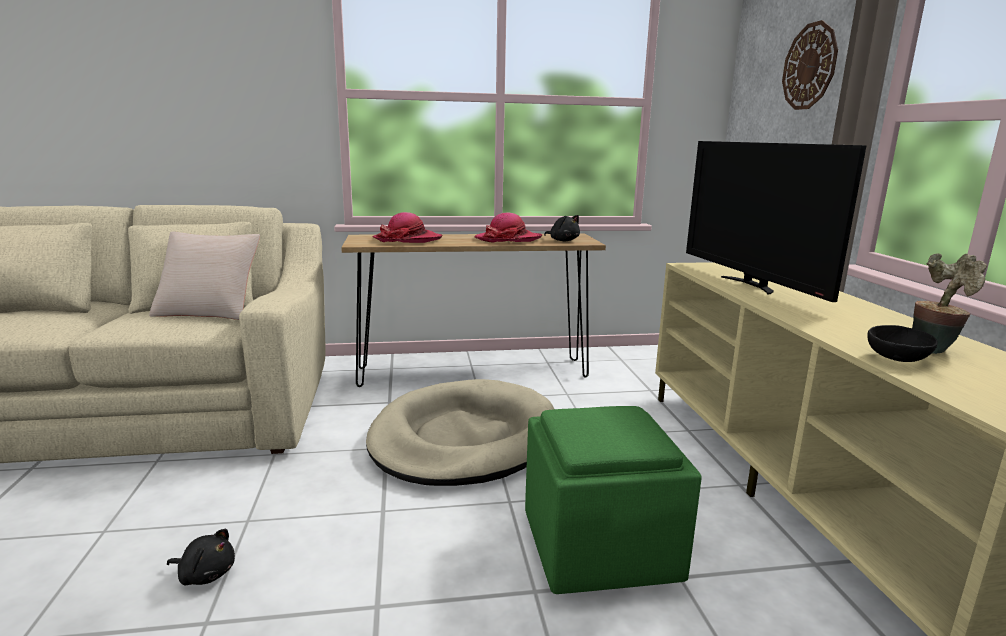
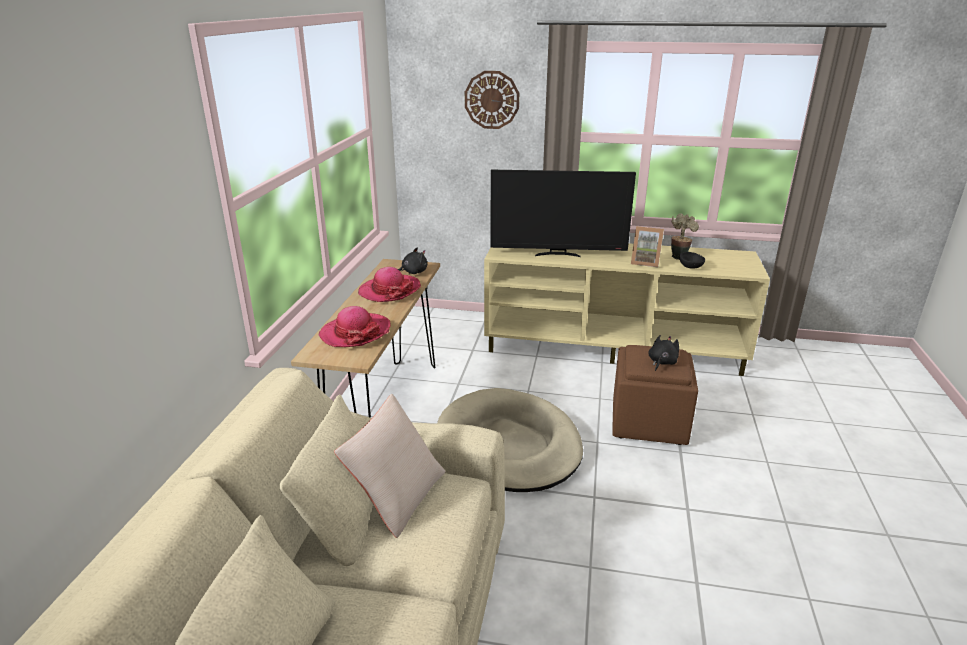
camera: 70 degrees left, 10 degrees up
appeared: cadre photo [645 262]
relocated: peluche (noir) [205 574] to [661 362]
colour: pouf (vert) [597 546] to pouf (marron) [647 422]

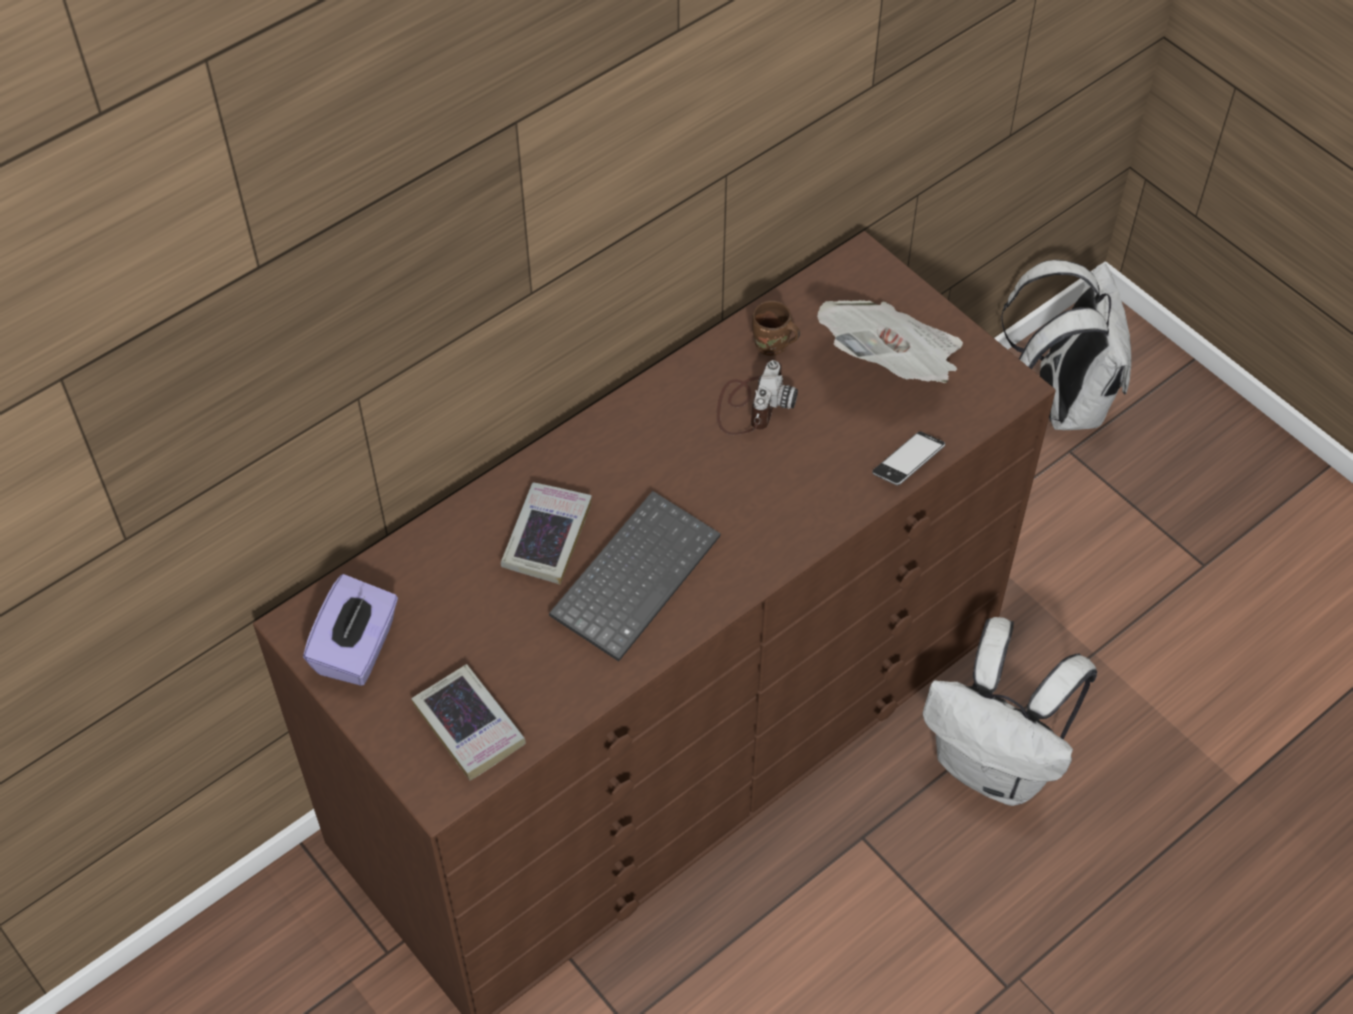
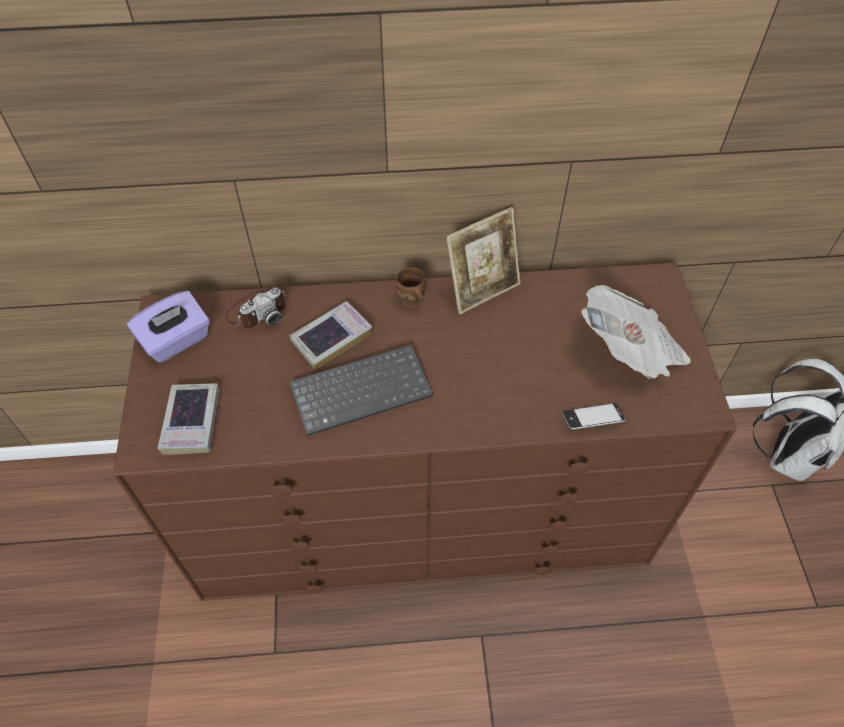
camera: 35 degrees right, 0 degrees up
missing: sac à dos (blanc) [995 766]
appeared: cadre photo [482 290]
relocated: mug (marron) [772 346] to [411 301]; appareil photo [751 405] to [257 311]

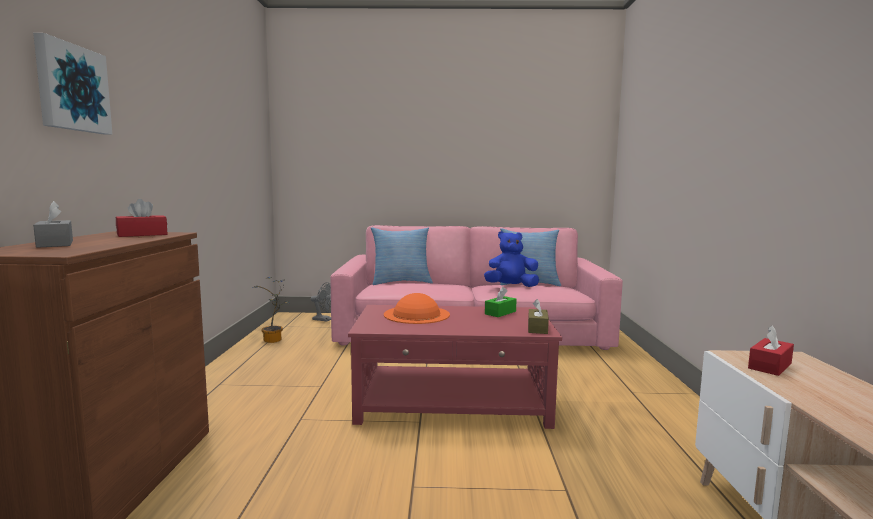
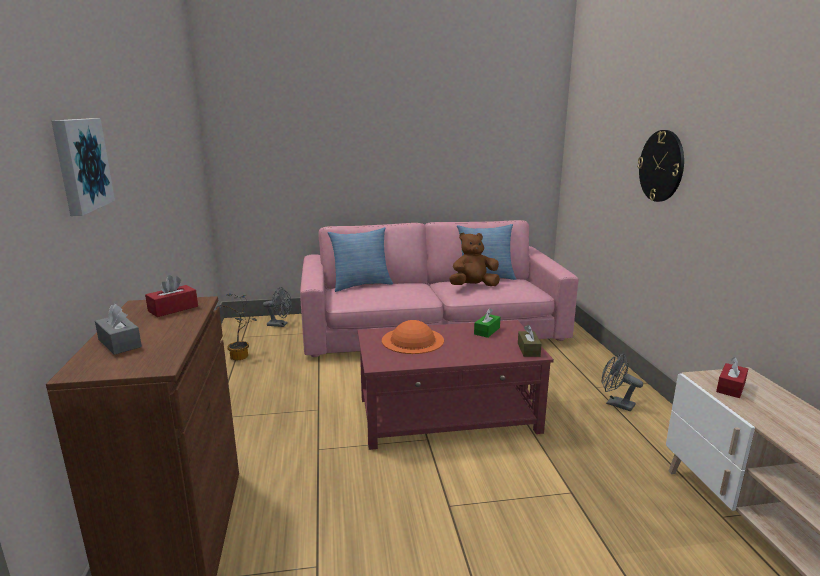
camera: 10 degrees left, 10 degrees up
appeared: horloge murale [661 166]; ventilateur (gris) [615 404]
colour: peluche (bleu) [511 286] to peluche (marron) [473 286]

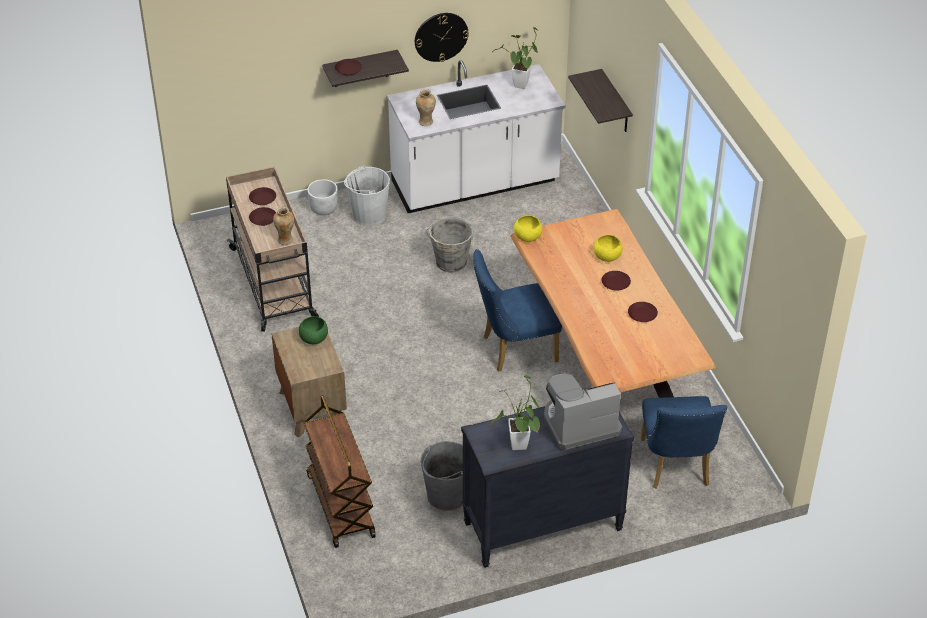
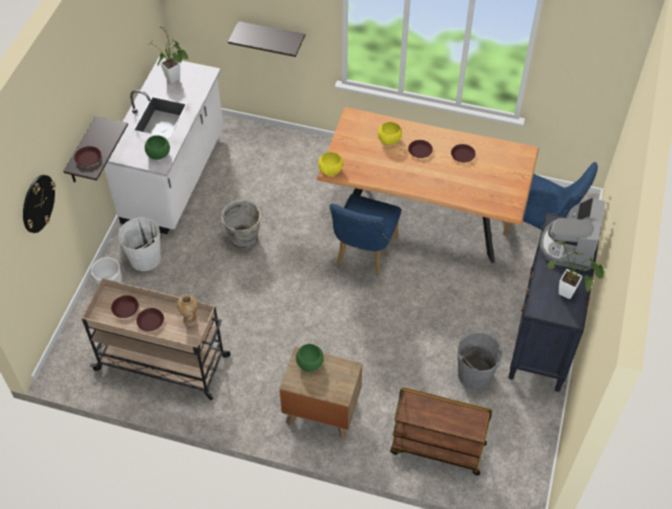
camera: 55 degrees left, 10 degrees up
relocated: horloge murale [441 36] to [38 203]
exchanged: vase [426 122] to bol (vert) [158 154]

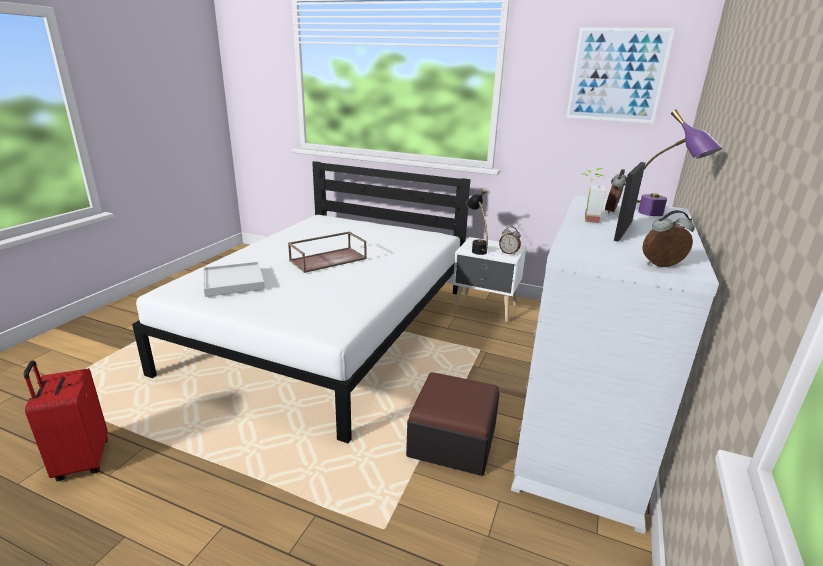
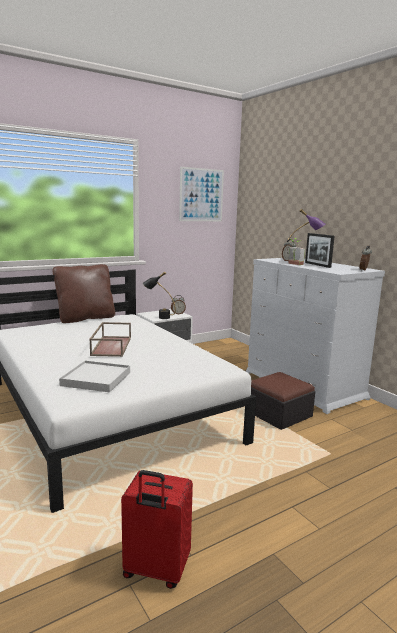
camera: 55 degrees left, 10 degrees down
appeared: coussin (marron) [85 318]

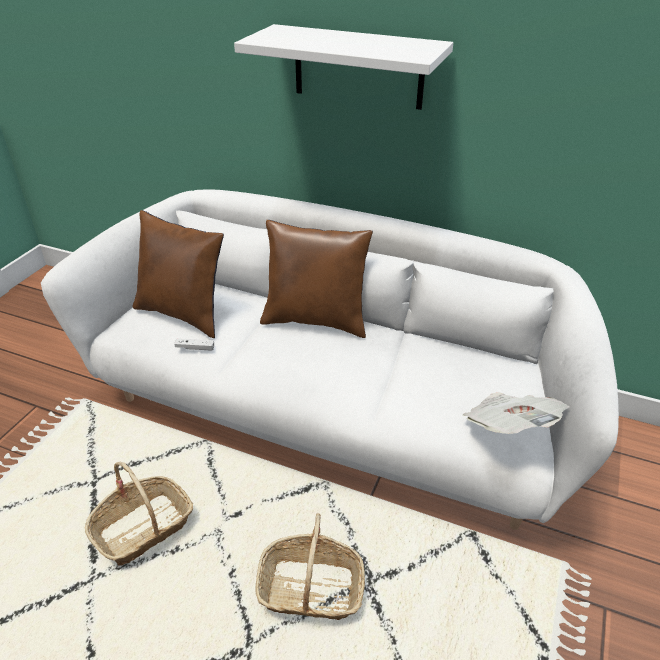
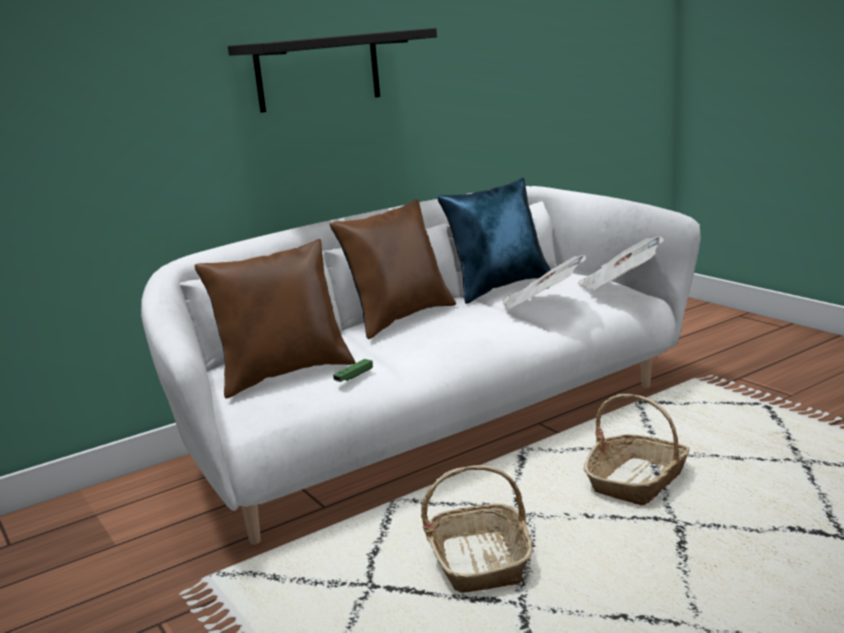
camera: 55 degrees left, 20 degrees down
appeared: coussin (bleu) [499 287]; journal [541 305]
colour: étagère (blanc) [358 67] to étagère (noir) [318 71]; manette (blanc) [195 348] to manette (vert) [354 376]

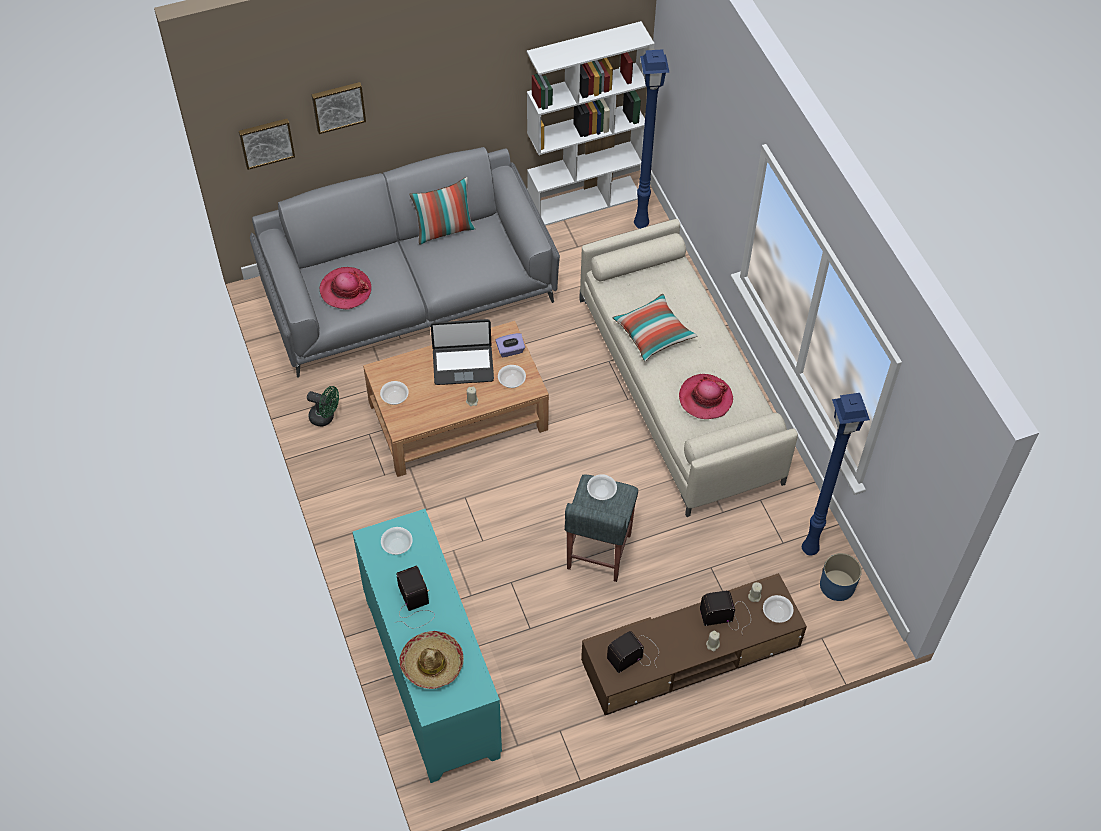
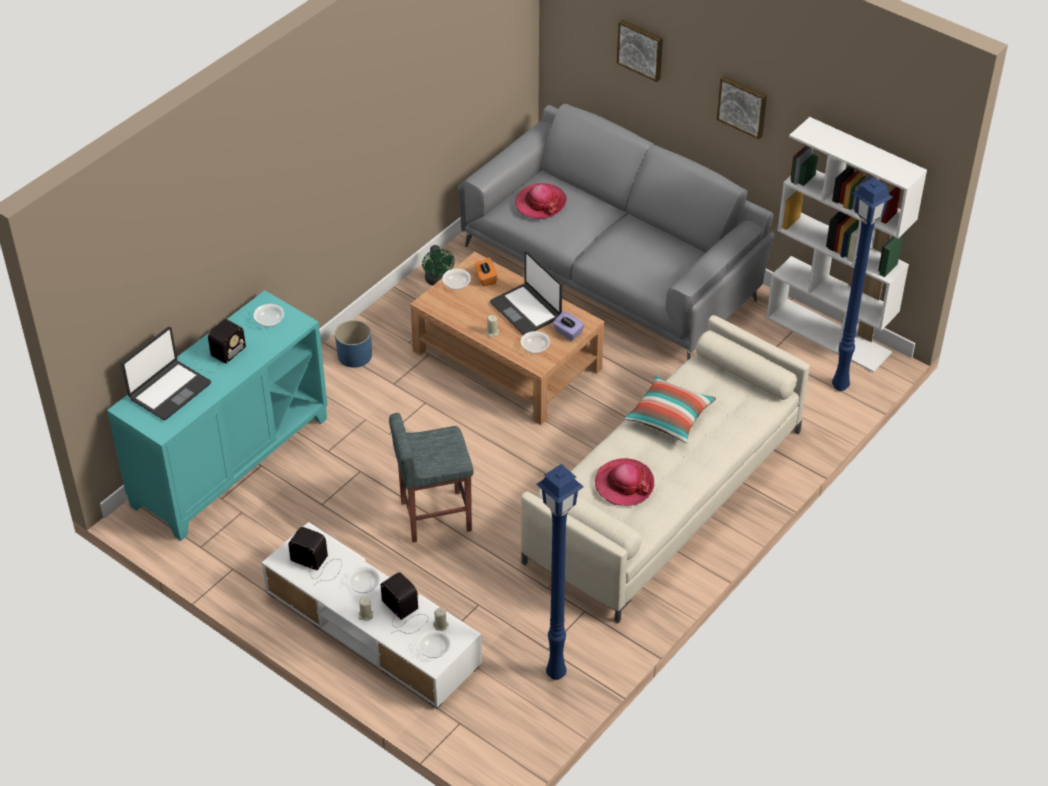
camera: 60 degrees right, 10 degrees down
missing: coussin [444 230]
appeared: boîte à mouchoirs (orange) [485 278]
relocated: tableau [266 142] to [743 106]; bol [601 491] to [364 585]; cache-pot (bleu) [837 585] to [355 355]
exchanged: chapeau [432 664] to ordinateur portable [169 391]
colour: meuble télé (marron) [690 654] to meuble télé (blanc) [372 628]

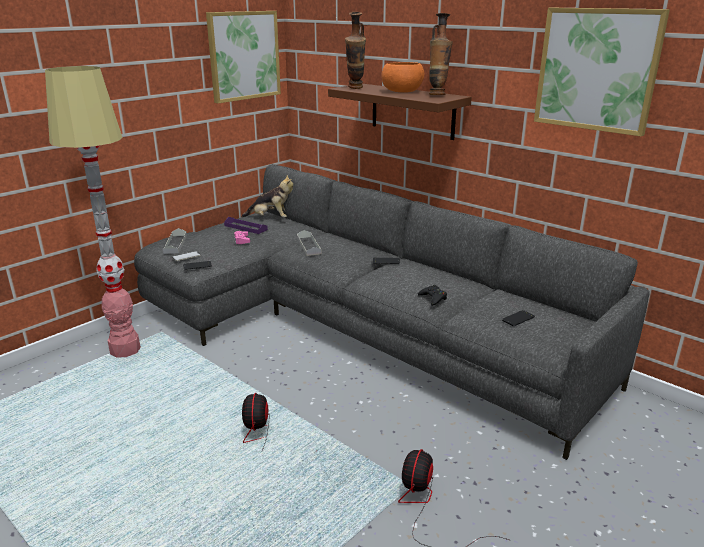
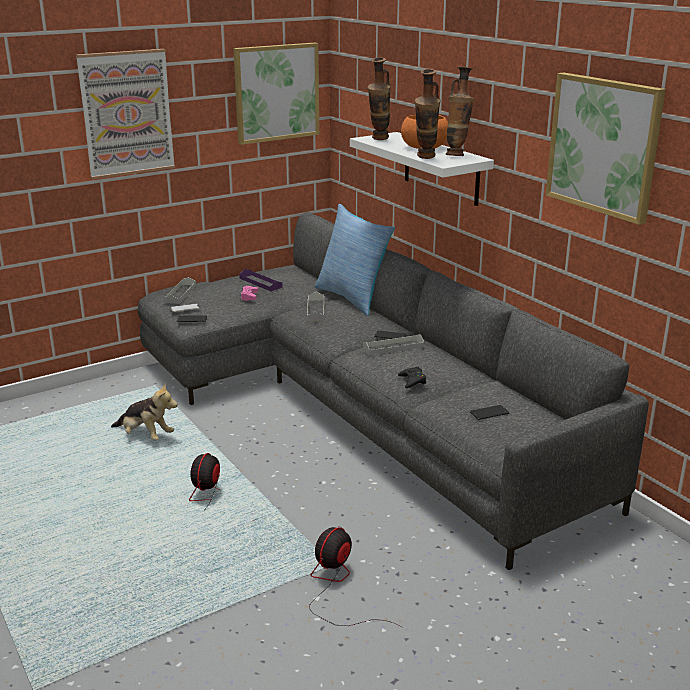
camera: 15 degrees right, 0 degrees up
missing: lampadaire [125 350]
appeared: tableau [127 113]; vase [425 158]; coussin [353 298]; plateau (gris) [393 347]
relocated: peluche [271 219] to [145 436]
colour: étagère (marron) [412 111] to étagère (blanc) [441 168]

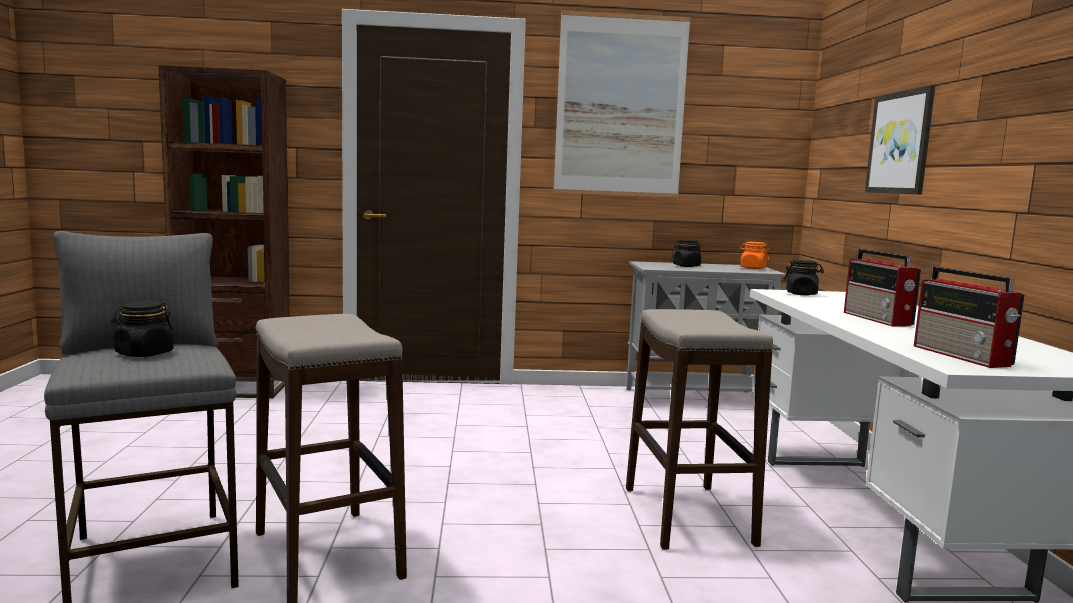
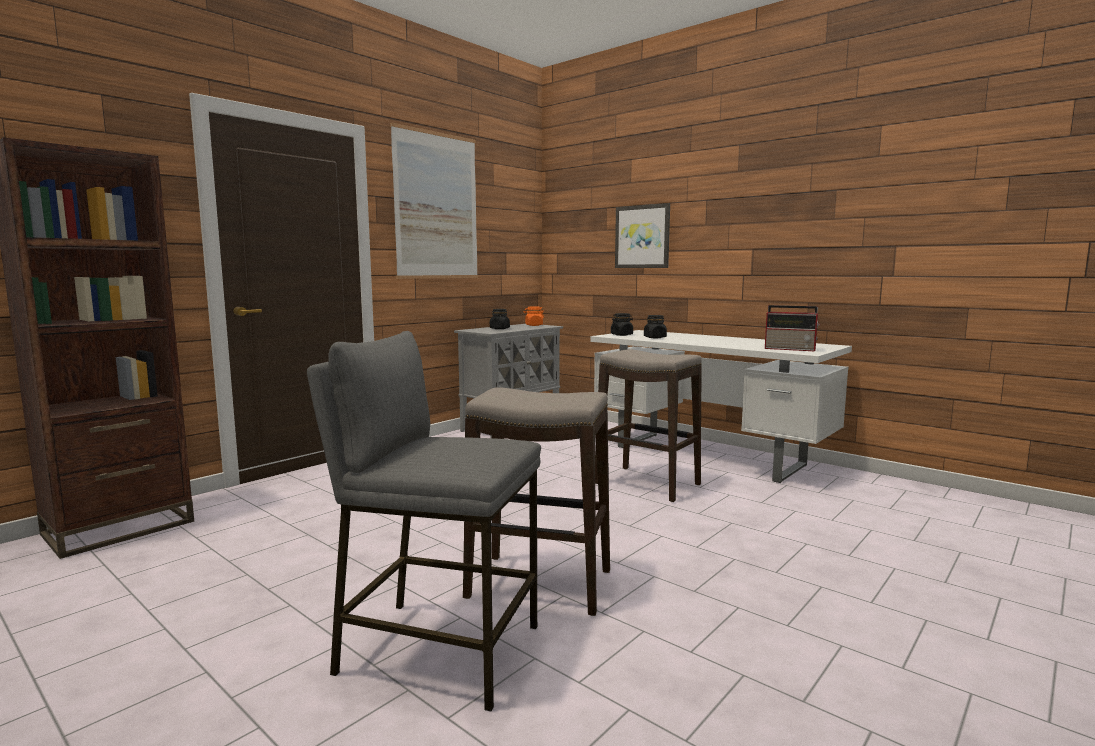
camera: 45 degrees left, 0 degrees up
missing: radio [878 319]
relocated: bocal (noir) [144 353] to [655 337]

